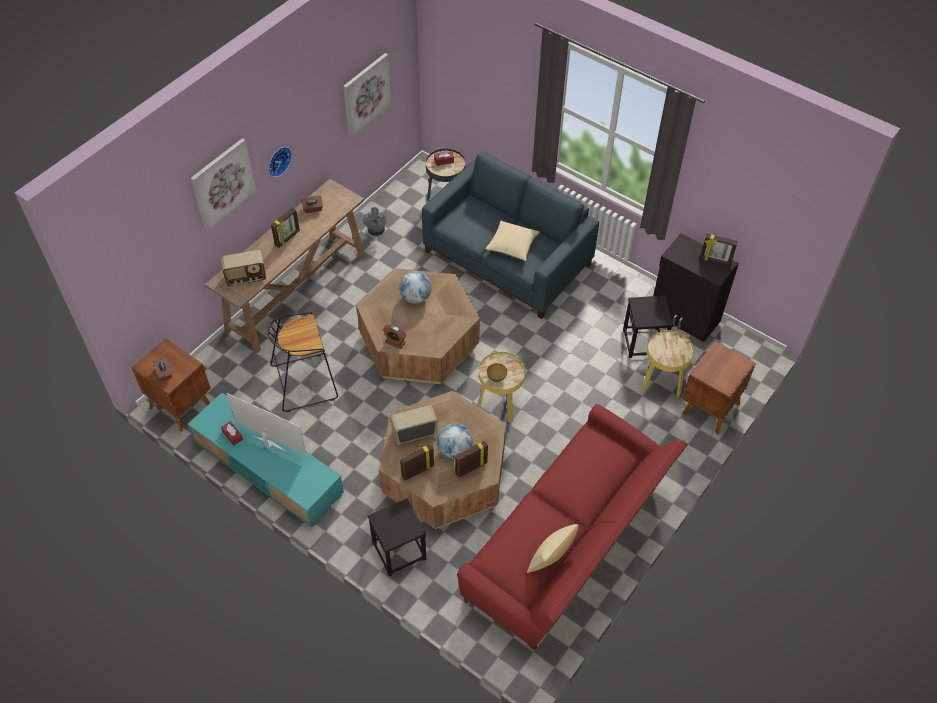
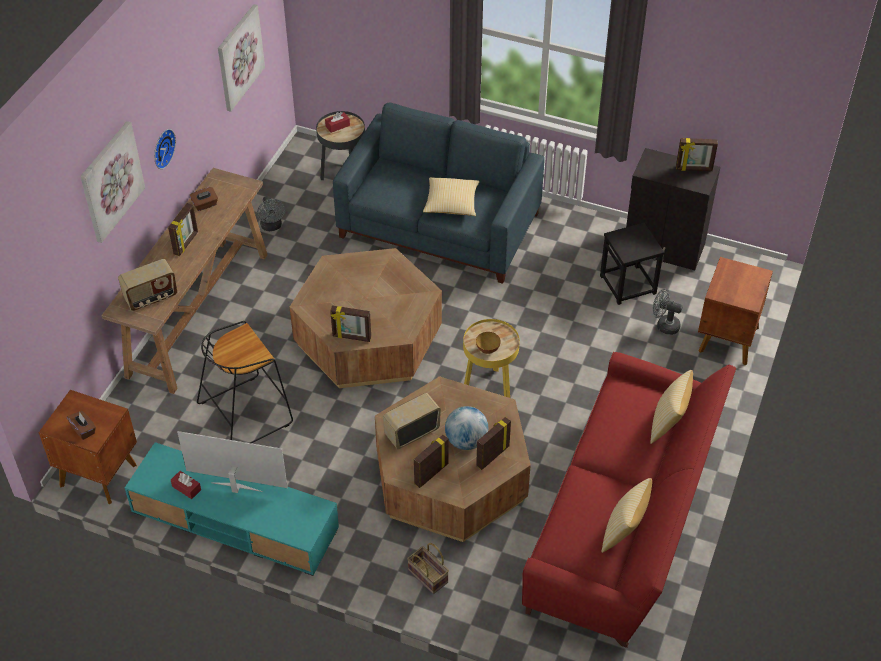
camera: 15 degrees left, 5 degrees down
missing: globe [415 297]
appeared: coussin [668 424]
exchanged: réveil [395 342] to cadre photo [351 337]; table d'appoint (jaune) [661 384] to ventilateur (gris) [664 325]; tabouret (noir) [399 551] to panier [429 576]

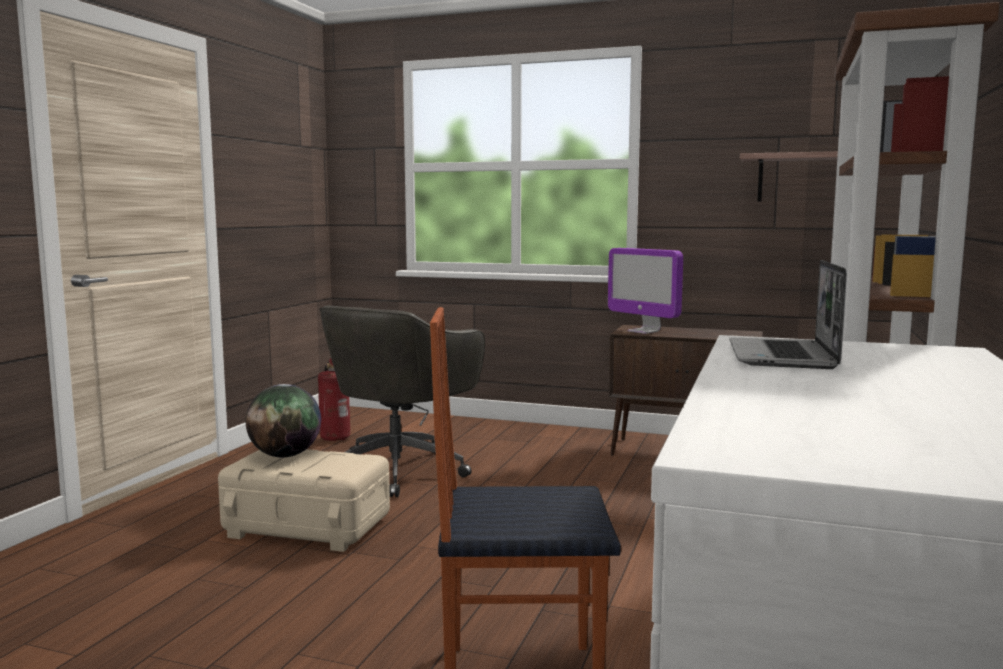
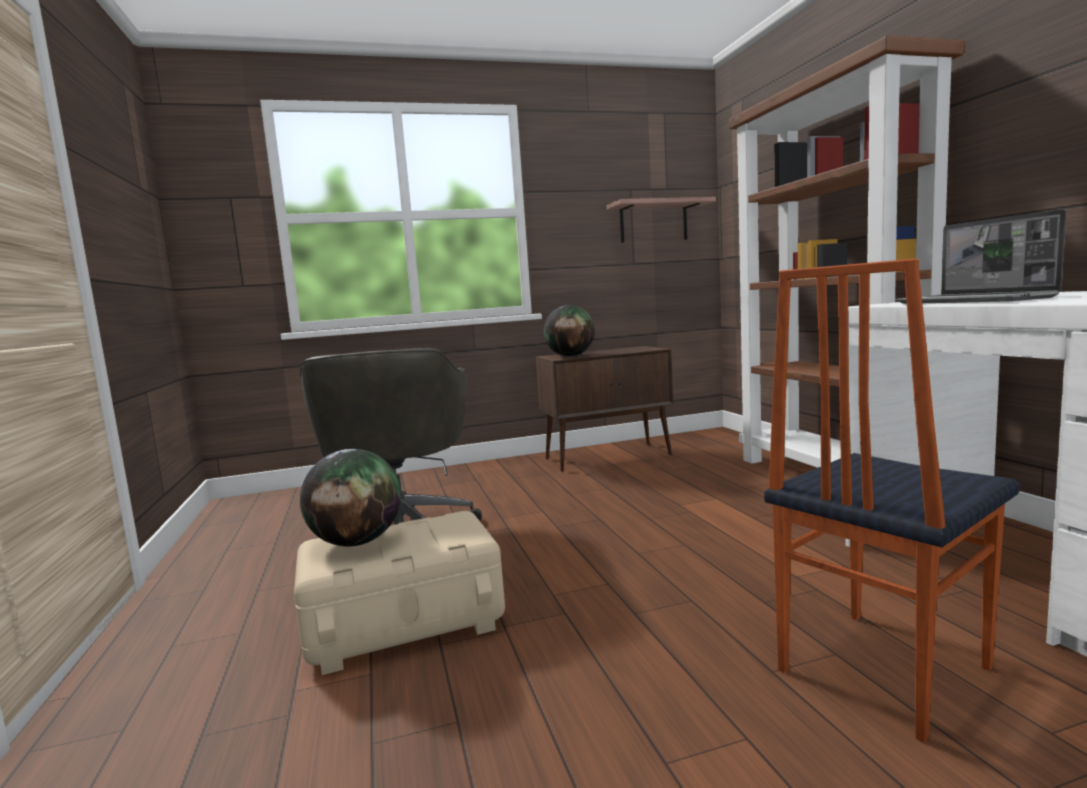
camera: 35 degrees left, 0 degrees up
missing: extincteur [335 438]
exchanged: écran d'ordinateur [644 331] to globe [571 356]

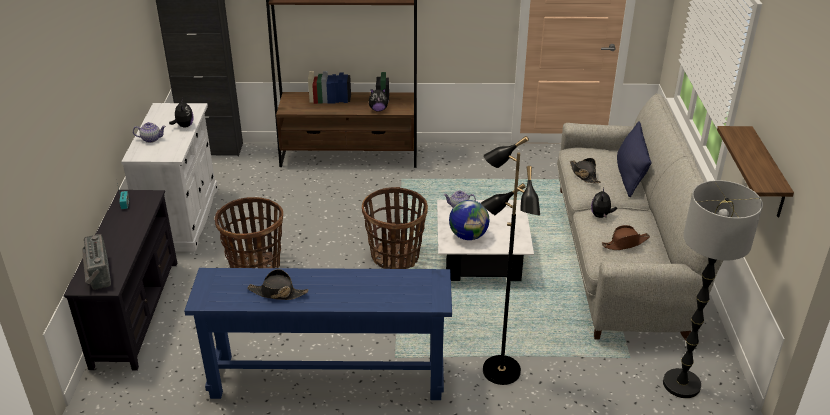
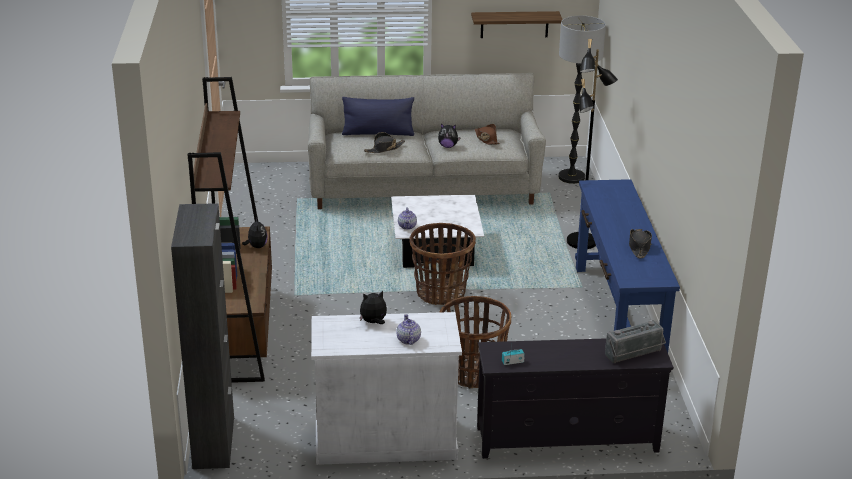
camera: 95 degrees left, 5 degrees down
missing: globe [468 236]

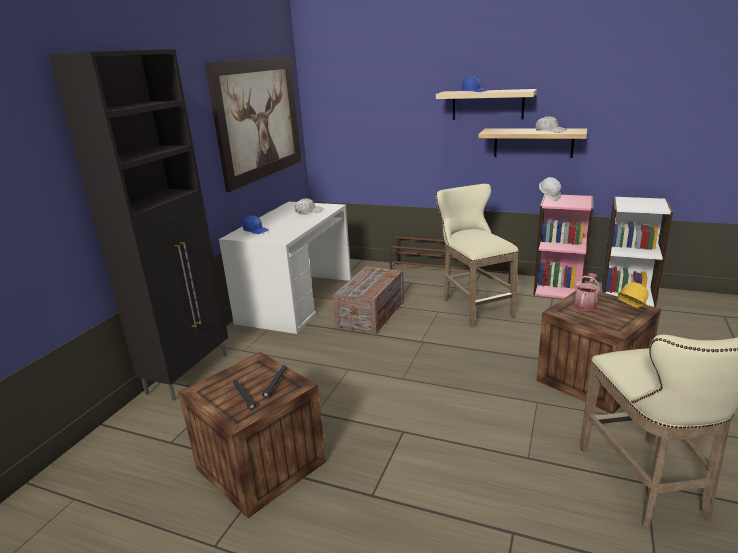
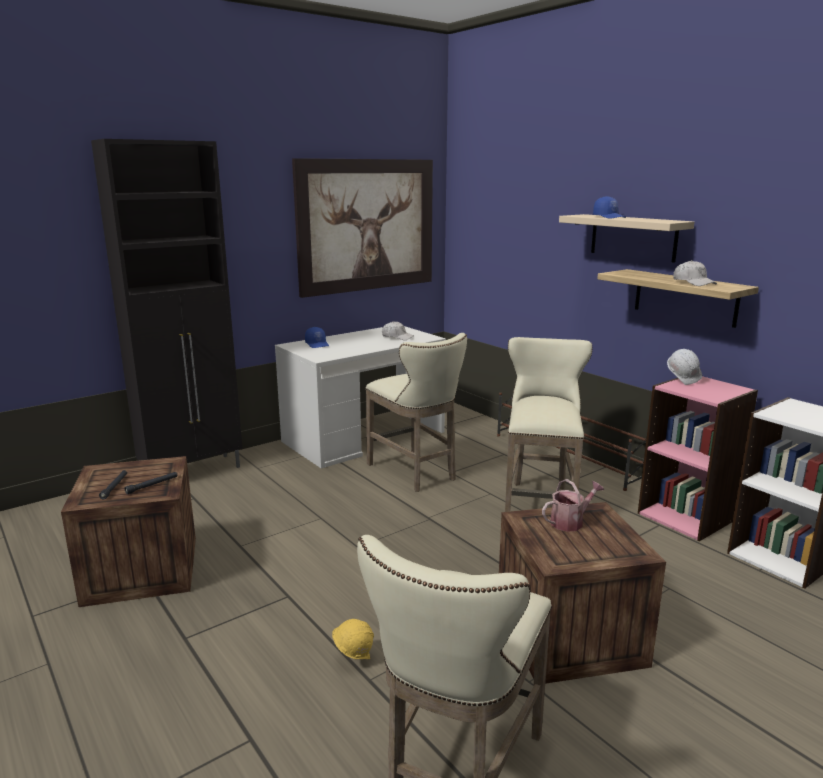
camera: 30 degrees right, 5 degrees down
relocated: casque de chantier (jaune) [629 311] to [353 658]
exchanged: caisse [371 314] to tabouret (beige) [415 473]

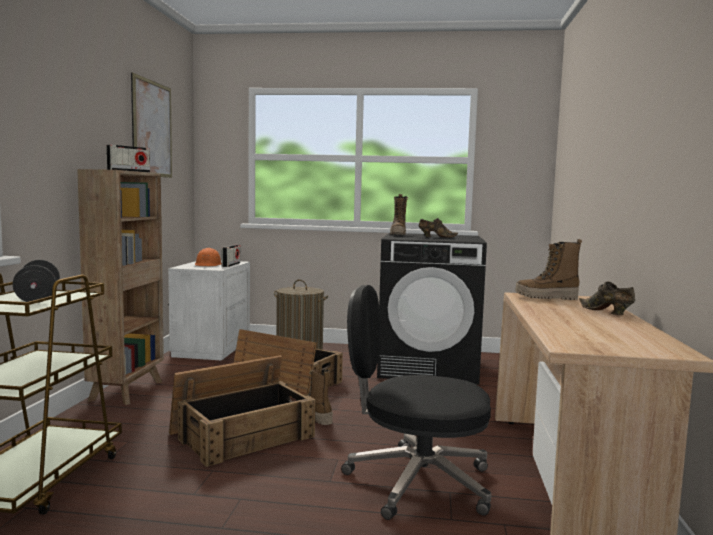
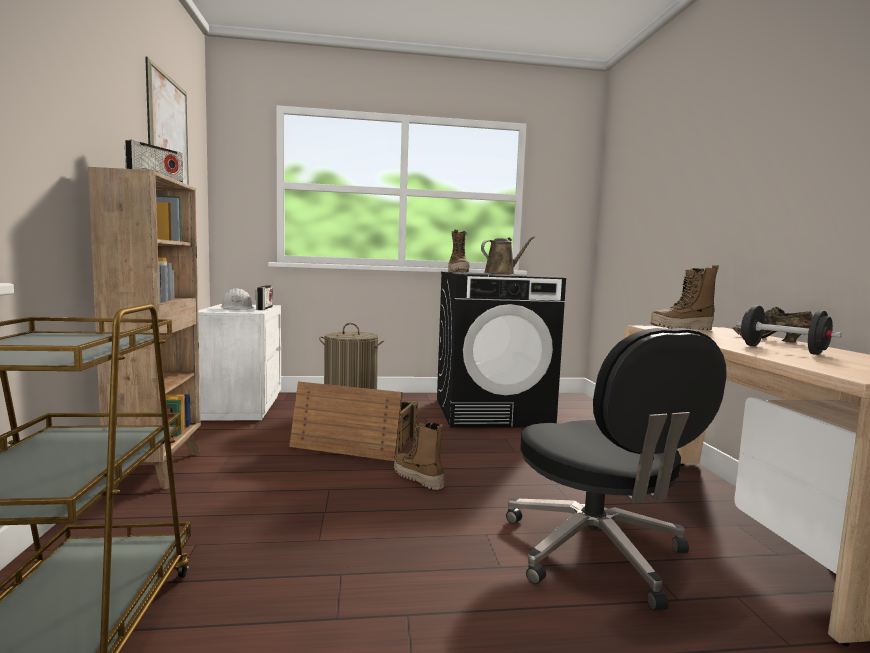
camera: 15 degrees left, 0 degrees up
missing: caisse [242 434]
relocated: haltère (noir) [38 298] to [782 350]
exchanged: chaussure (marron) [436 237] to arrosoir (marron) [502 274]
colour: casque de chantier (orange) [208 265] to casque de chantier (blanc) [237 308]
spun: chaise de bureau (noir) [416 482] = [596 552] 105 degrees counterclockwise

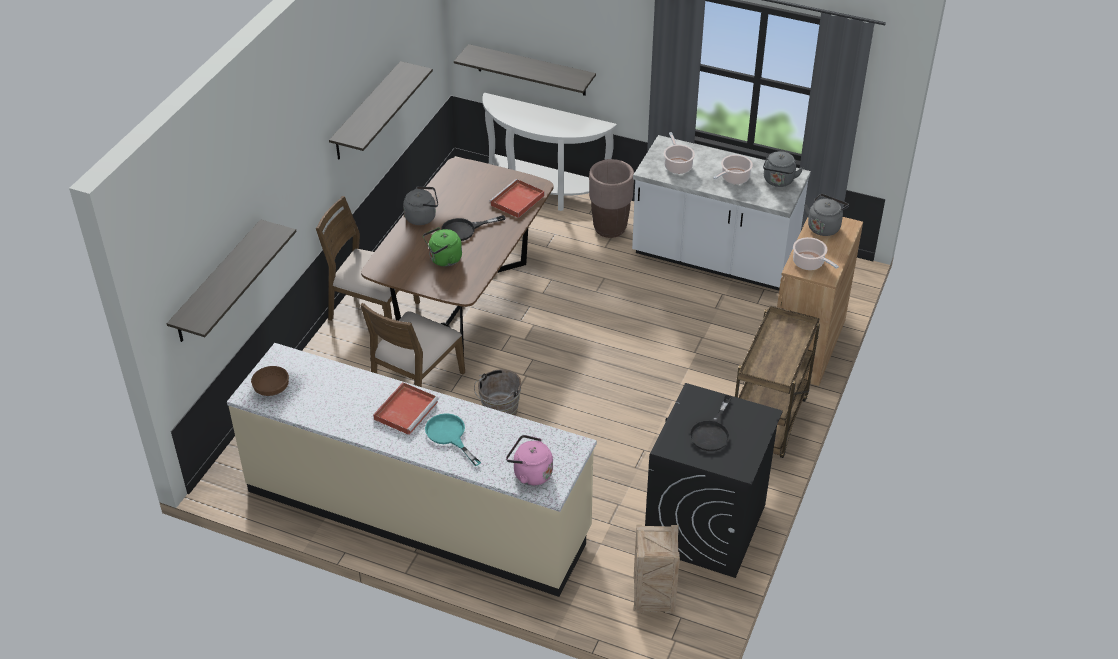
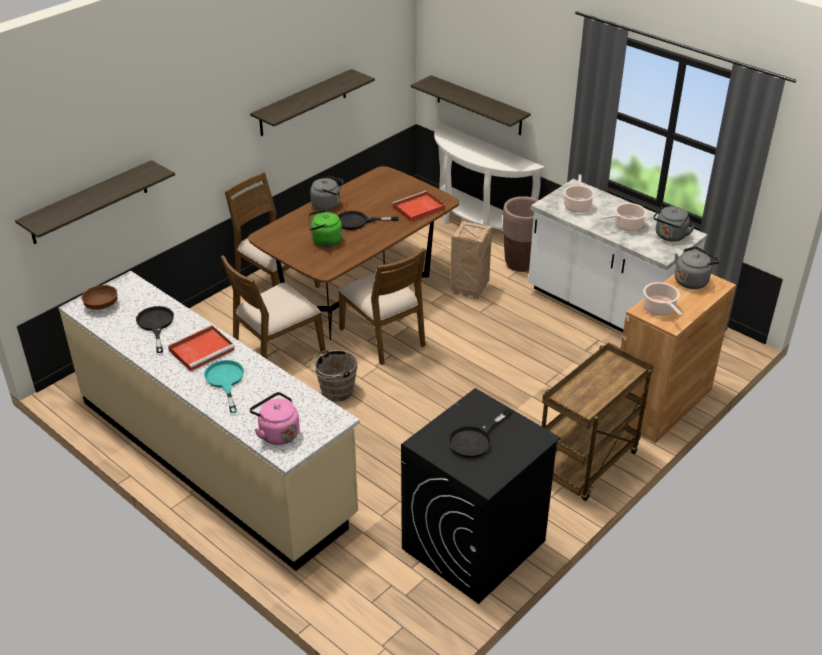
camera: 20 degrees right, 5 degrees down
appeared: chaise (marron) [383 337]; poêle (noir) [156 325]
relocated: caisse [652 599] to [468 289]

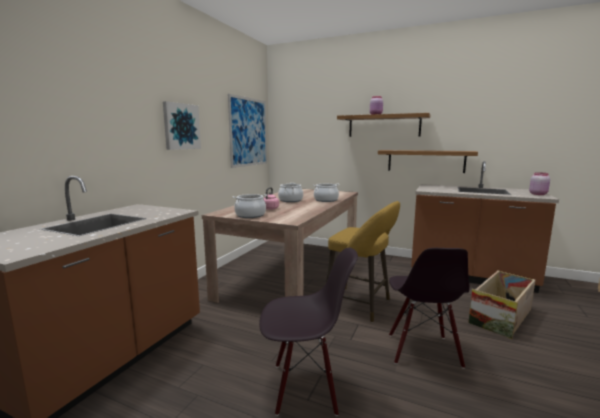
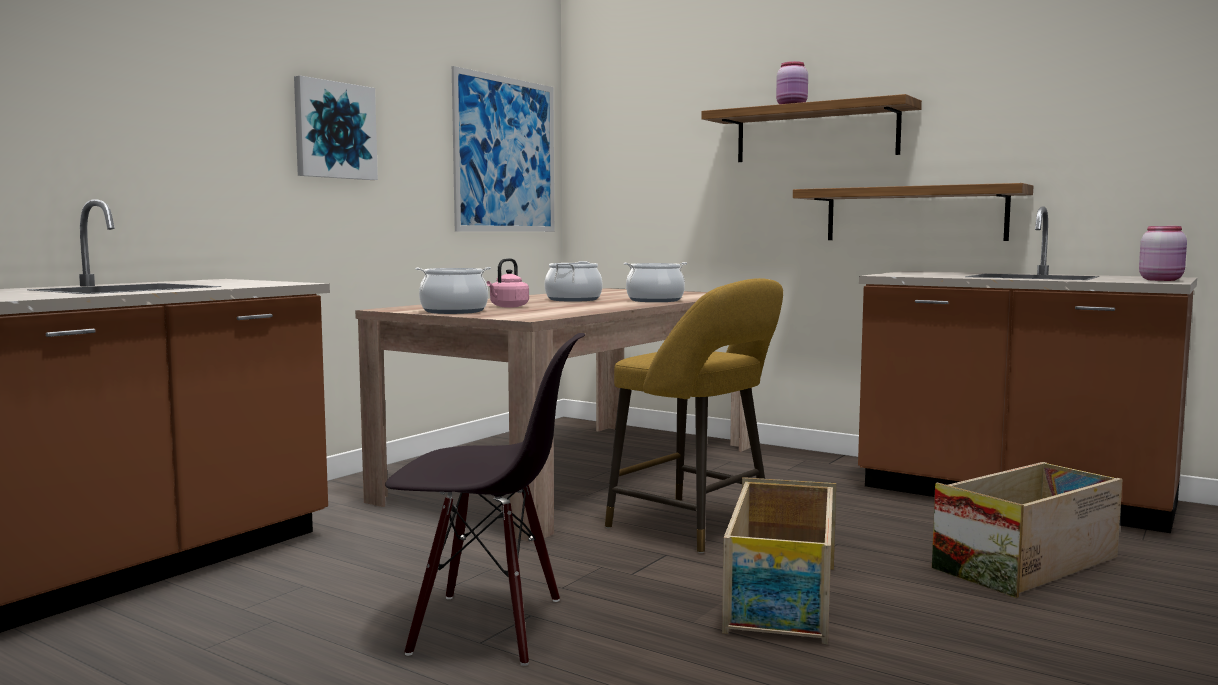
camera: 10 degrees right, 5 degrees down
exchanged: chaise (noir) [422 350] to caisse [781 599]

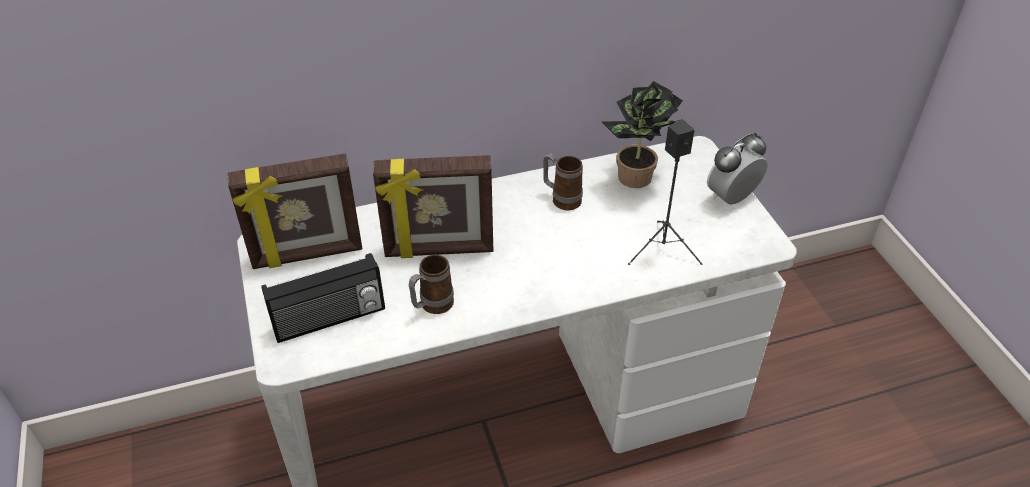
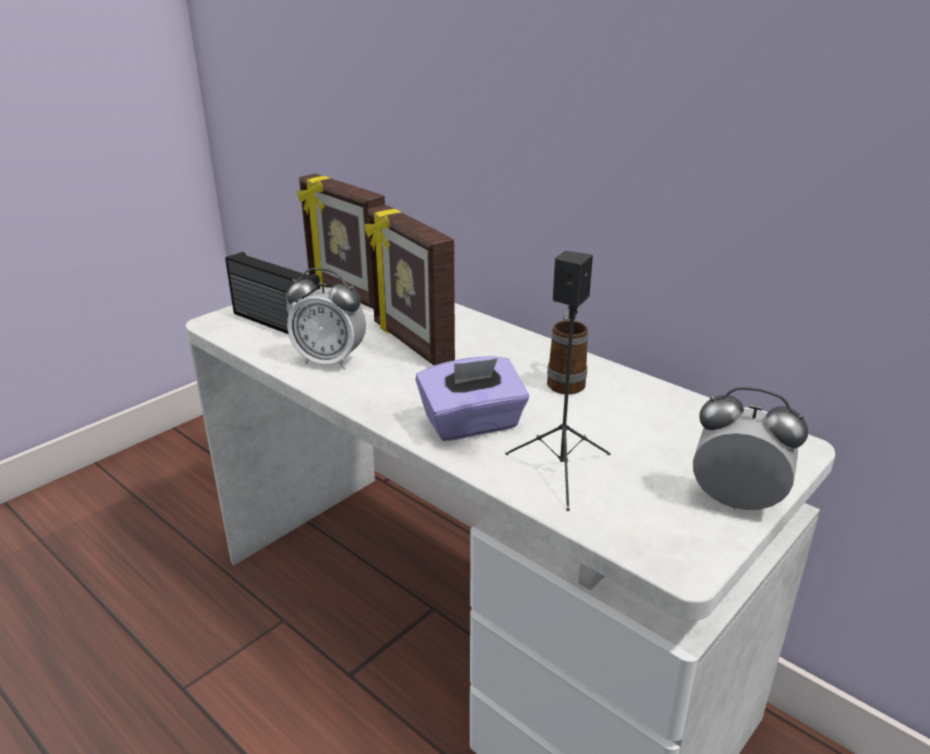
camera: 60 degrees right, 15 degrees down
missing: plante en pot [636 180]
appeared: boîte à mouchoirs (violet) [472 424]
exchanged: mug [431 306] to réveil [330 361]

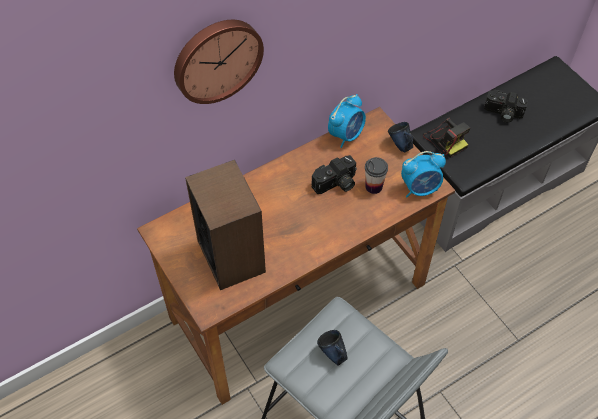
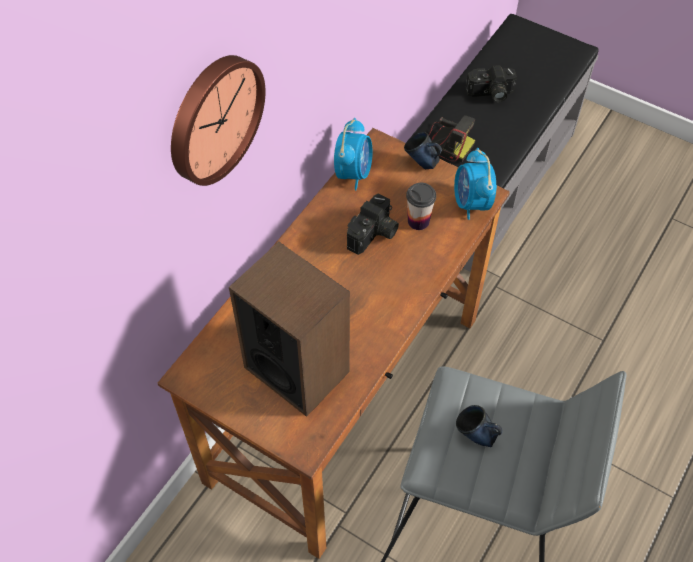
camera: 25 degrees left, 0 degrees up
spun: réveil [420 188] = [471 203] 120 degrees clockwise

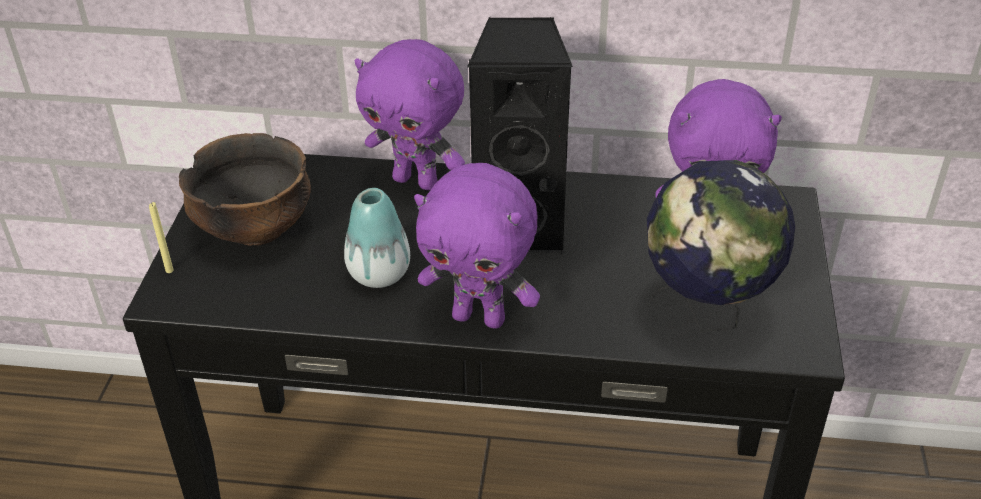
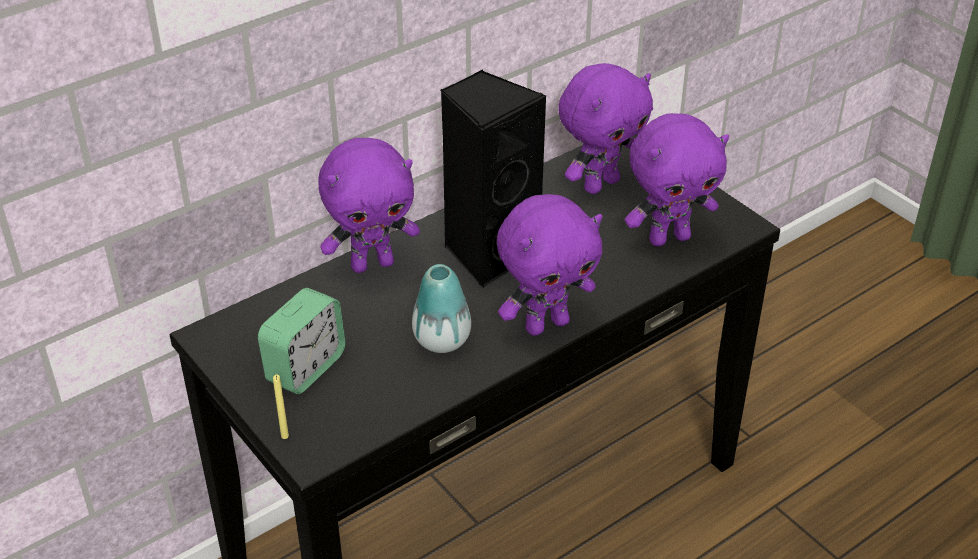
camera: 45 degrees left, 0 degrees up
exchanged: bol [255 230] to réveil [305 368]; globe [706 313] to peluche (violet) [669 238]

